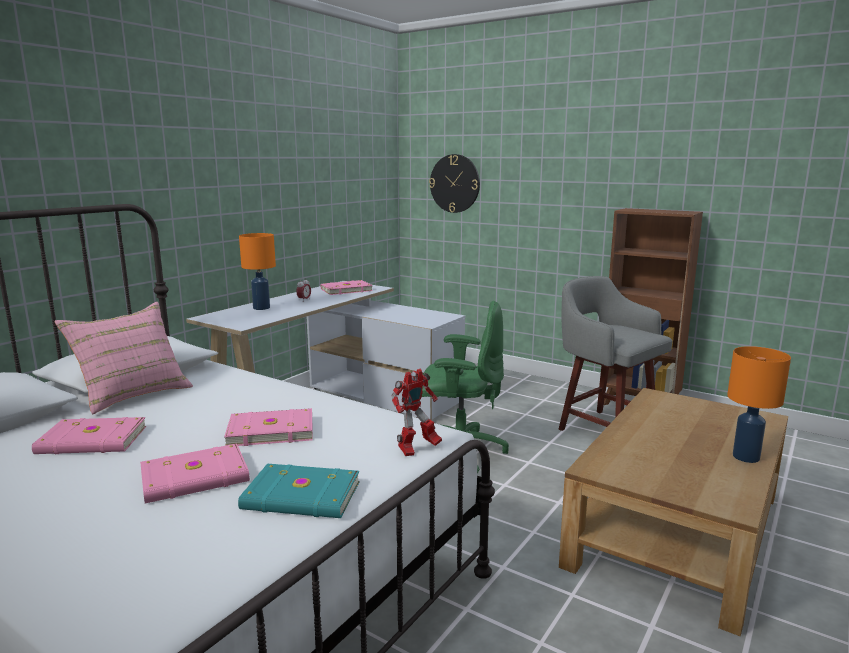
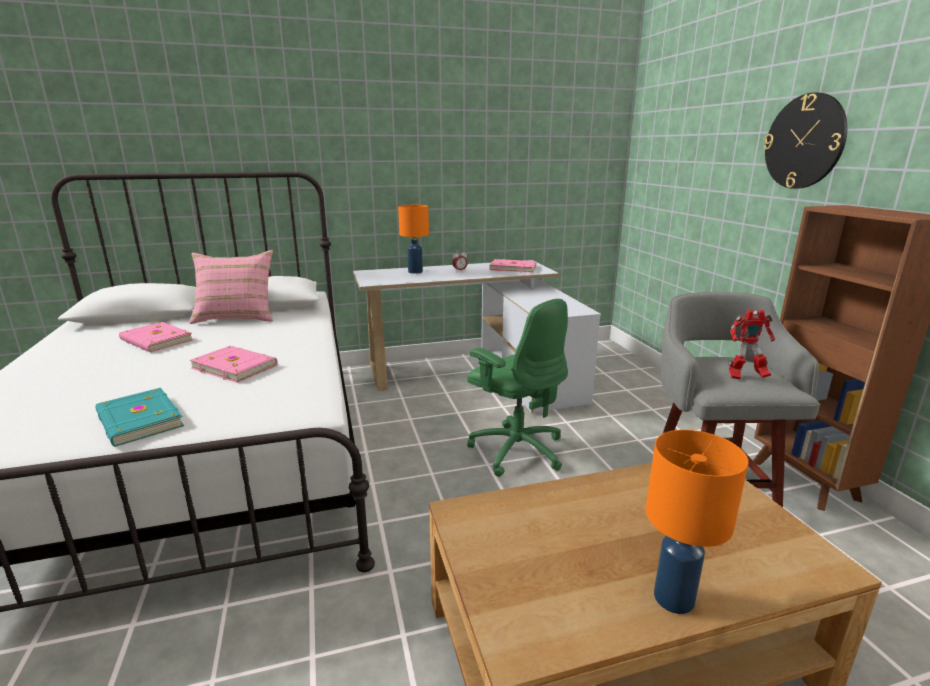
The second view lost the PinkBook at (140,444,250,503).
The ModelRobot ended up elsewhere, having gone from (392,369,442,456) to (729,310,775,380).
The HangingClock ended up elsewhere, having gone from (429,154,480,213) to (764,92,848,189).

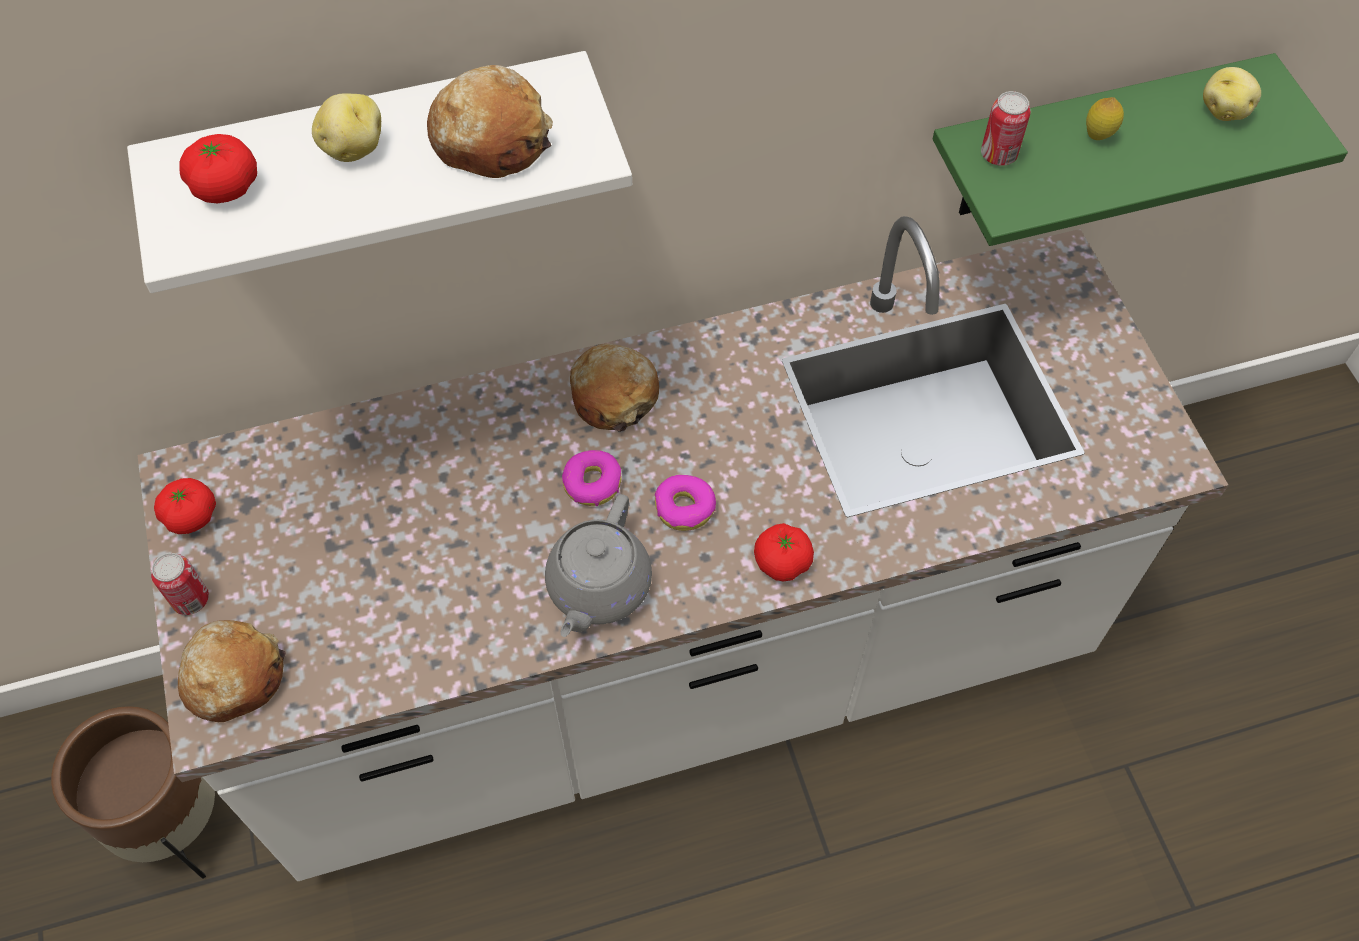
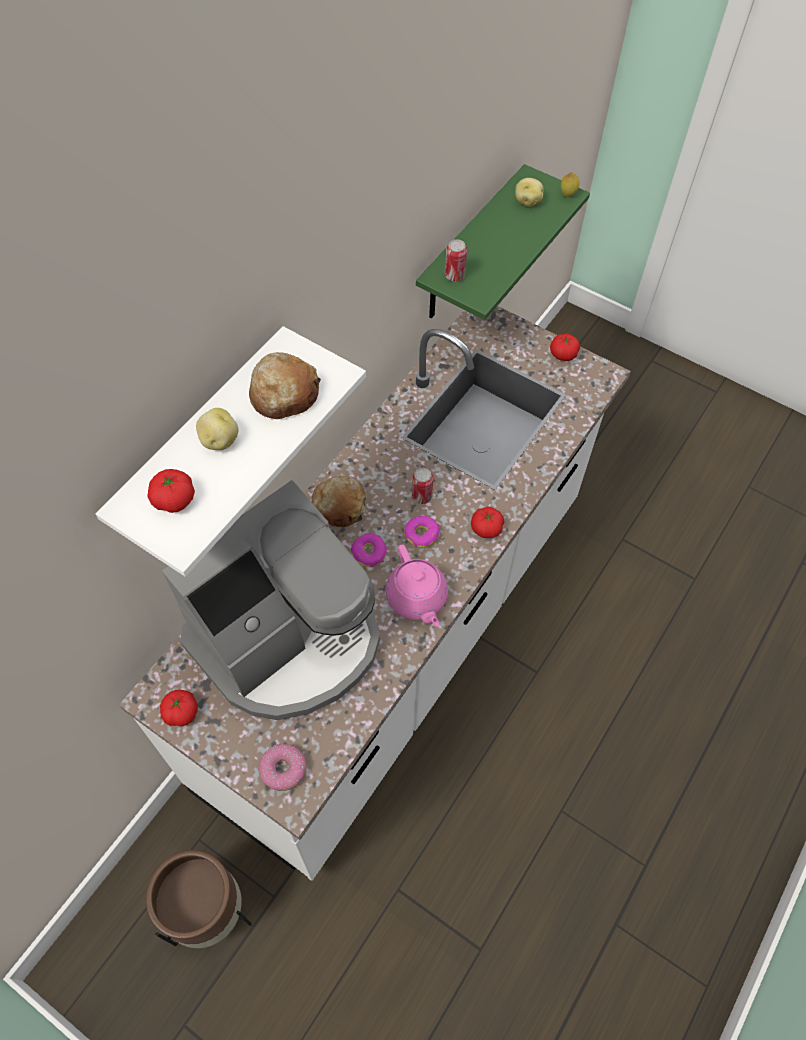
The Can ended up elsewhere, having gone from (151,553,209,615) to (412,468,433,504).
Where the Bread stood at (178,620,286,722), the RingDoughnut came to stand at (258,744,307,791).
What was the GreyPotForTea at (545,494,652,637) turned into the PinkPotForTea at (386,544,448,626).
The Lemon ended up elsewhere, having gone from (1086,97,1124,140) to (561,172,579,197).
The second view gained the CoffeeBrewer at (162,480,380,720).
The second view gained the WholeTomato at (550,334,580,361).

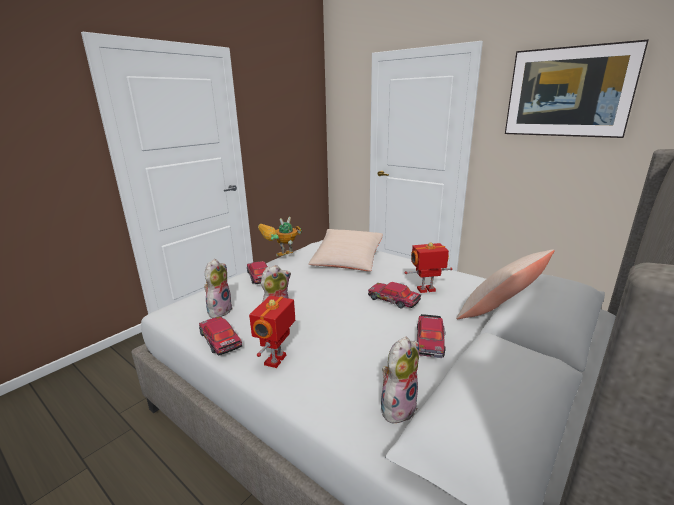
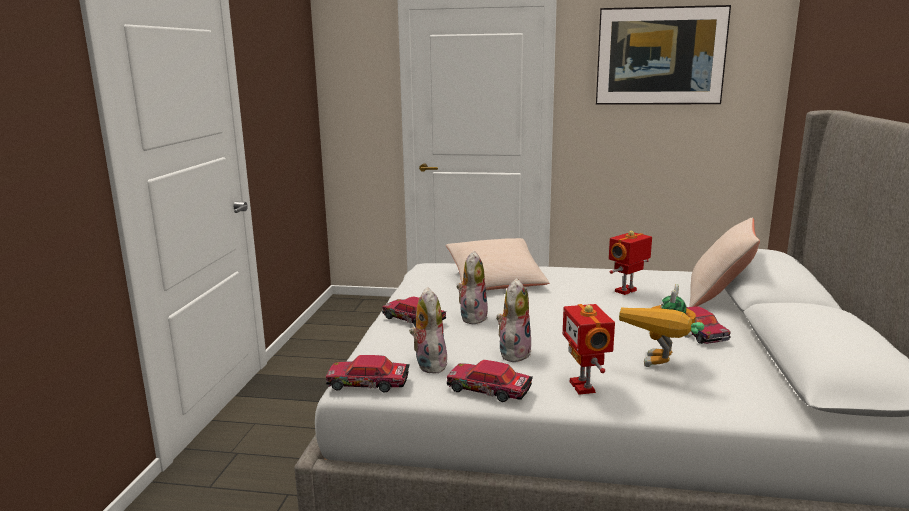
The ModelRobot ended up elsewhere, having gone from (258,217,302,256) to (619,284,704,367).
The ToyCar ended up elsewhere, having gone from (368,282,421,309) to (326,355,410,393).
The PlushToy ended up elsewhere, having gone from (381,336,419,423) to (456,251,488,324).

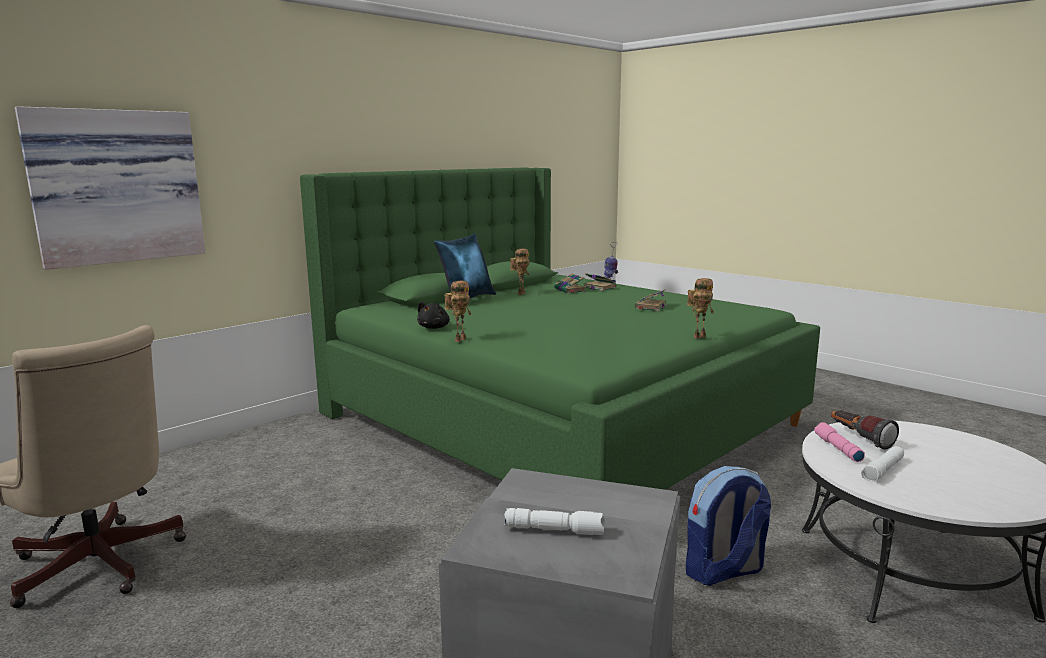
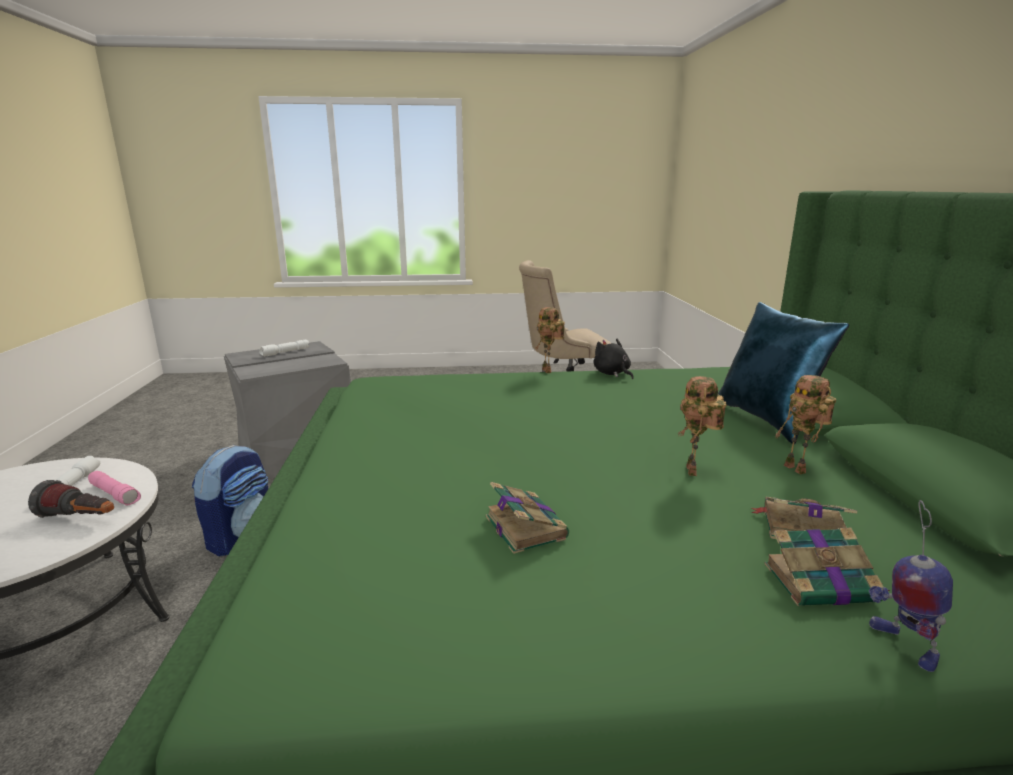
The second view lost the Picture at (15,106,205,270).
The ModelRobot ended up elsewhere, having gone from (687,278,714,339) to (678,376,727,476).

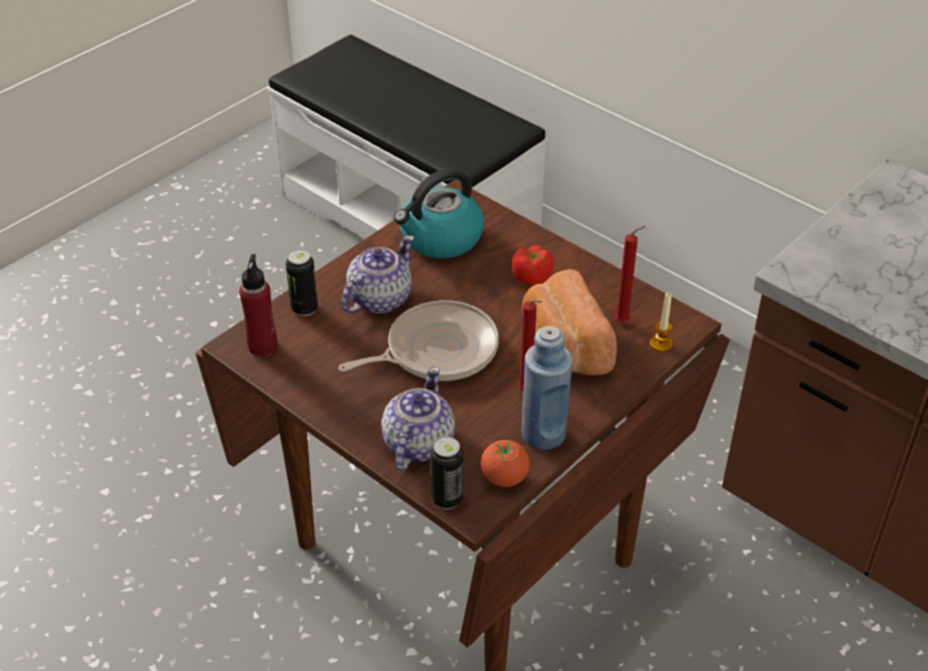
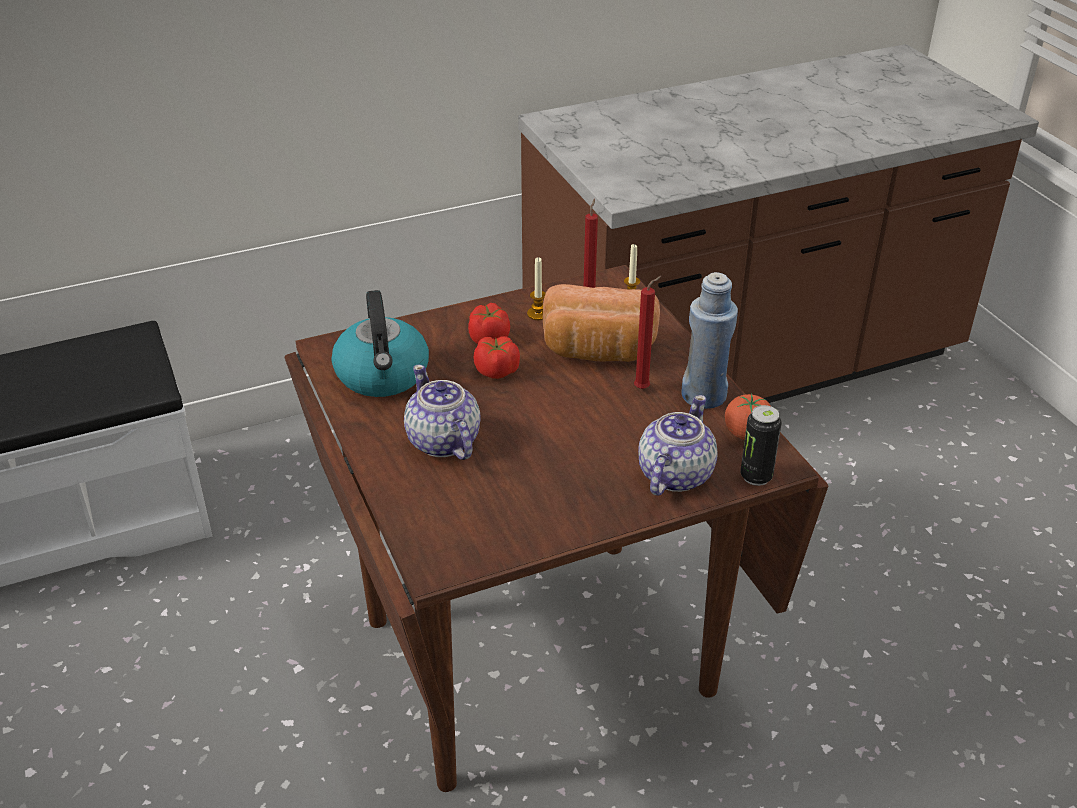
The second view lost the RedBeverageBottle at (239,254,277,357).
The second view lost the Can at (286,249,318,316).
The second view lost the Pan at (338,300,499,381).
The PotForTea at (381,366,455,471) ended up facing another way, 75 degrees clockwise from before.
The second view gained the WholeTomato at (473,336,520,379).
The second view gained the WaxCandle at (527,257,546,320).

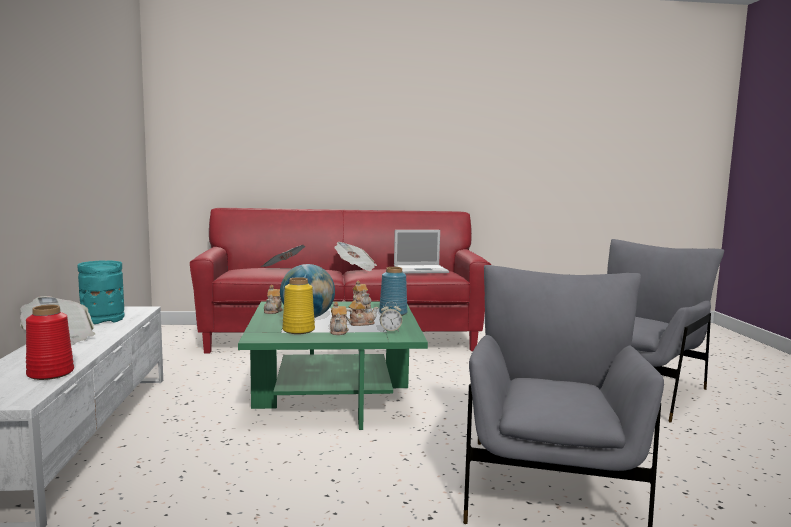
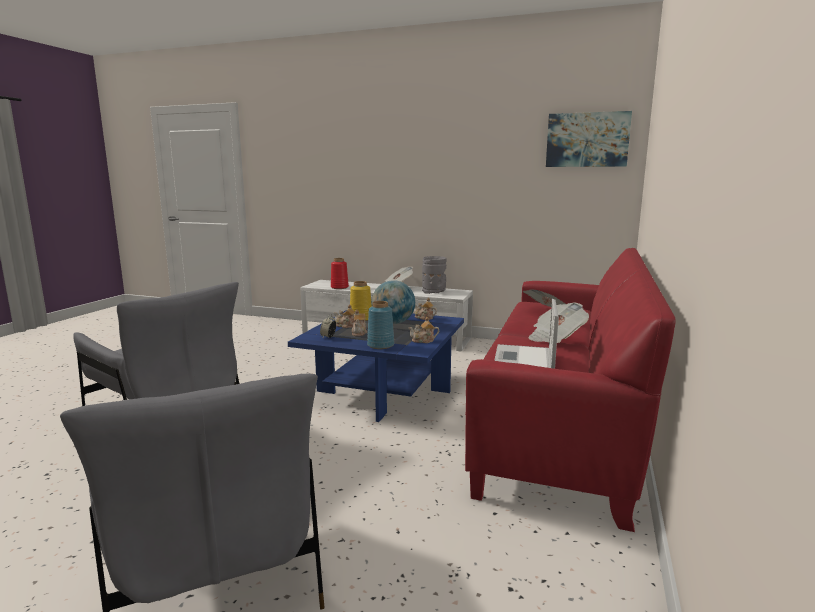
What was the TurquoiseColouredFlowerVase at (78,261,125,324) turned into the GreyFlowerVase at (422,256,447,294).
What was the GreenishCoffeeTable at (238,301,428,430) turned into the BlueCoffeeTable at (288,311,464,422).
The second view gained the Picture at (546,111,632,167).

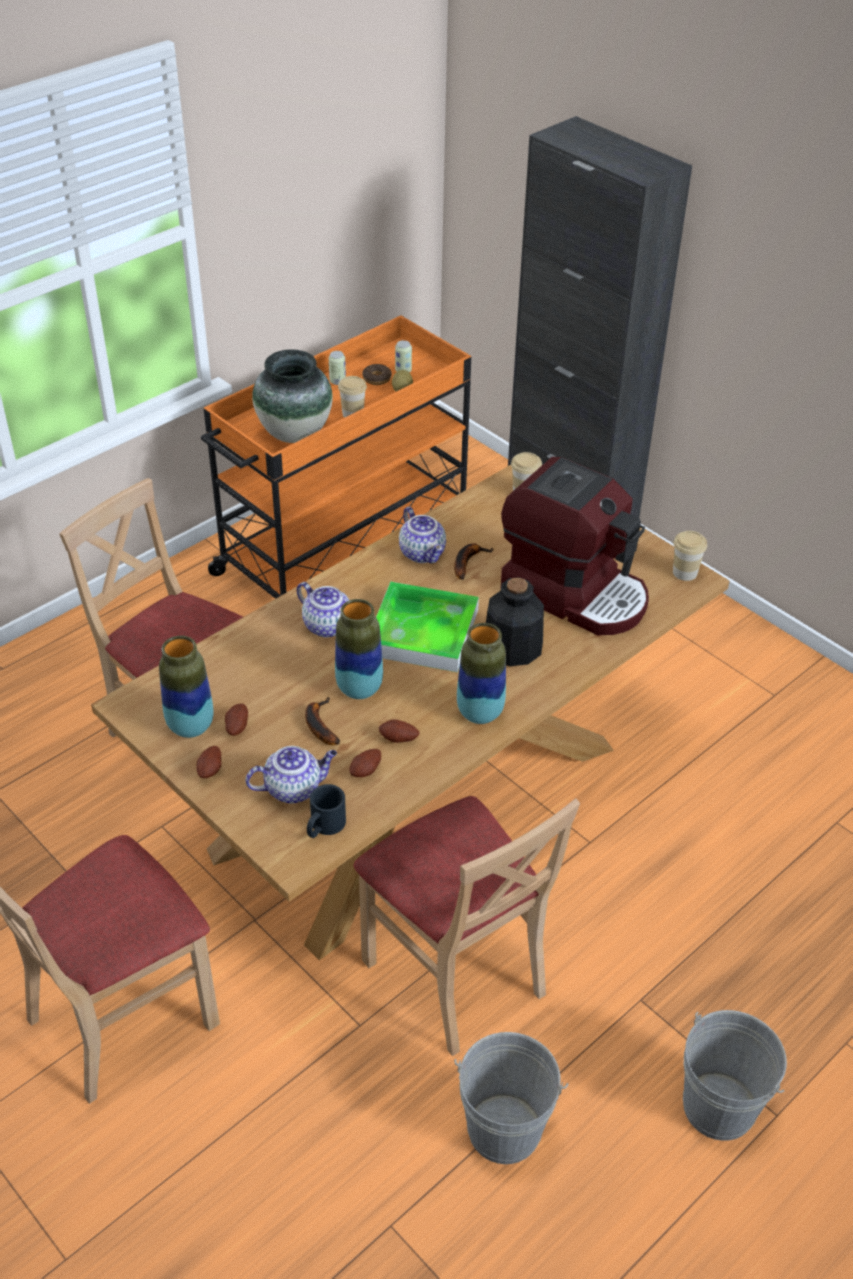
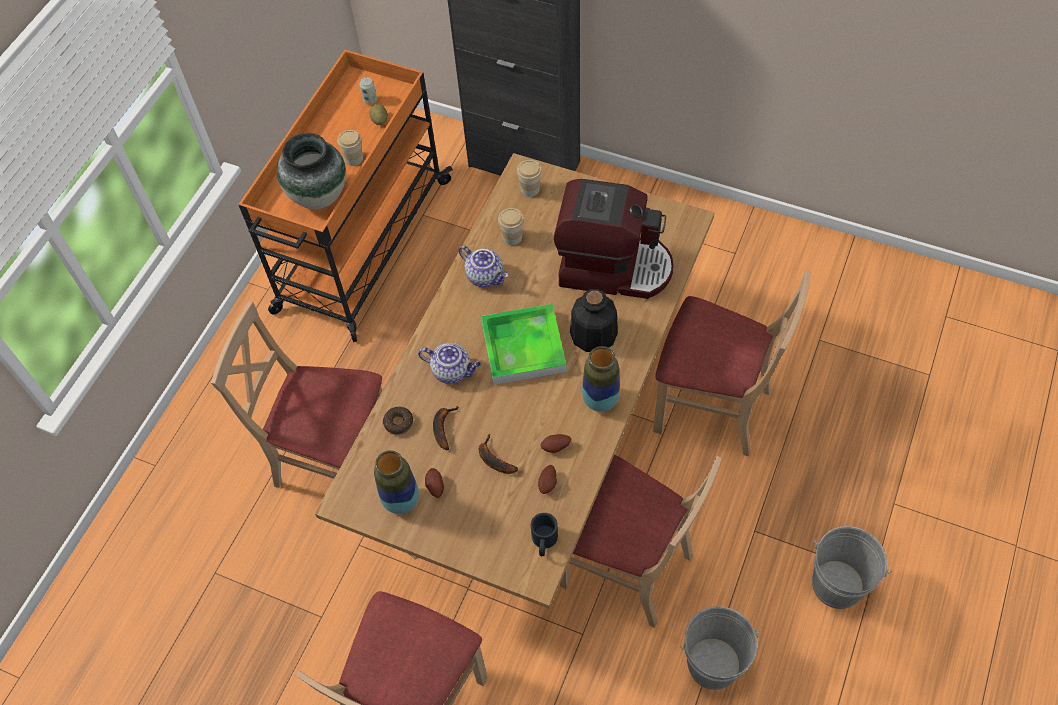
The second view lost the WholePotato at (196,746,222,778).
The second view lost the PotForTea at (246,746,337,804).
The second view lost the Can at (329,351,346,385).
The second view lost the FlowerVase at (335,599,383,699).
The RingDoughnut ended up elsewhere, having gone from (362,364,392,385) to (383,407,413,435).
The Banana ended up elsewhere, having gone from (454,543,493,580) to (433,406,459,450).
The DrinkingCup ended up elsewhere, having gone from (673,531,707,581) to (498,208,524,245).
The second view gained the BeigeColouredPlainChair at (653,270,811,456).

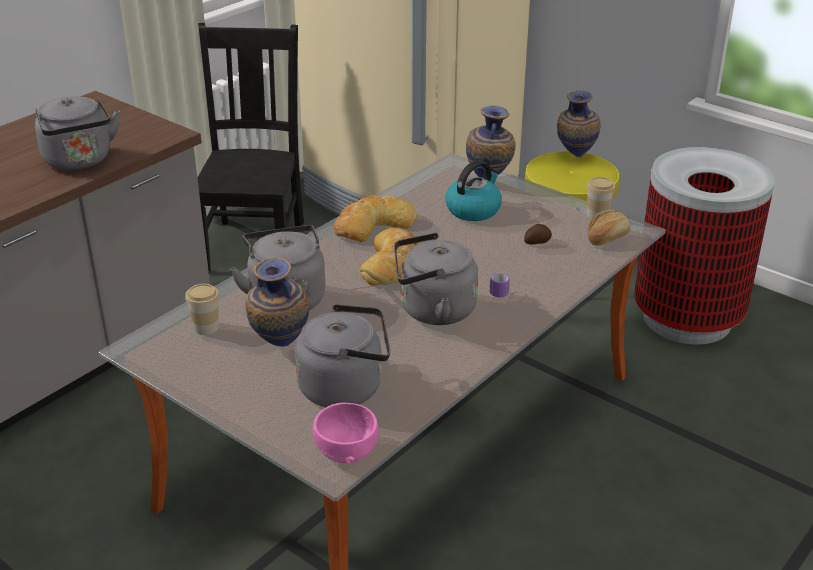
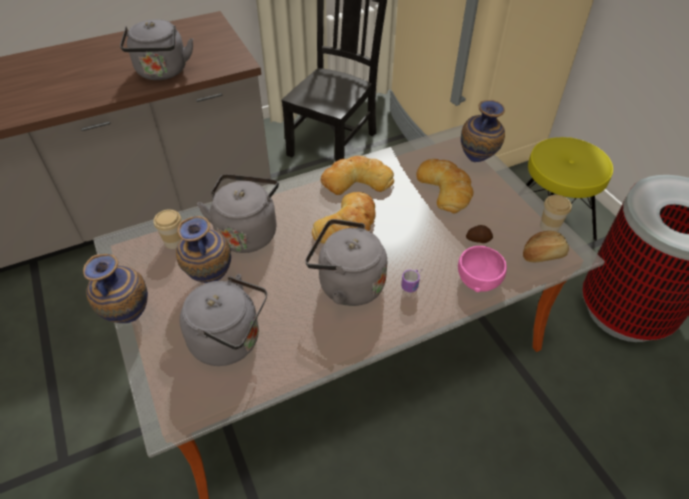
The PinkBowl ended up elsewhere, having gone from (313,403,379,464) to (458,246,507,292).
Where the WaterKettle stood at (445,160,502,221), the Bread came to stand at (417,159,473,213).
The FlowerVase ended up elsewhere, having gone from (557,91,601,157) to (83,254,148,323).

